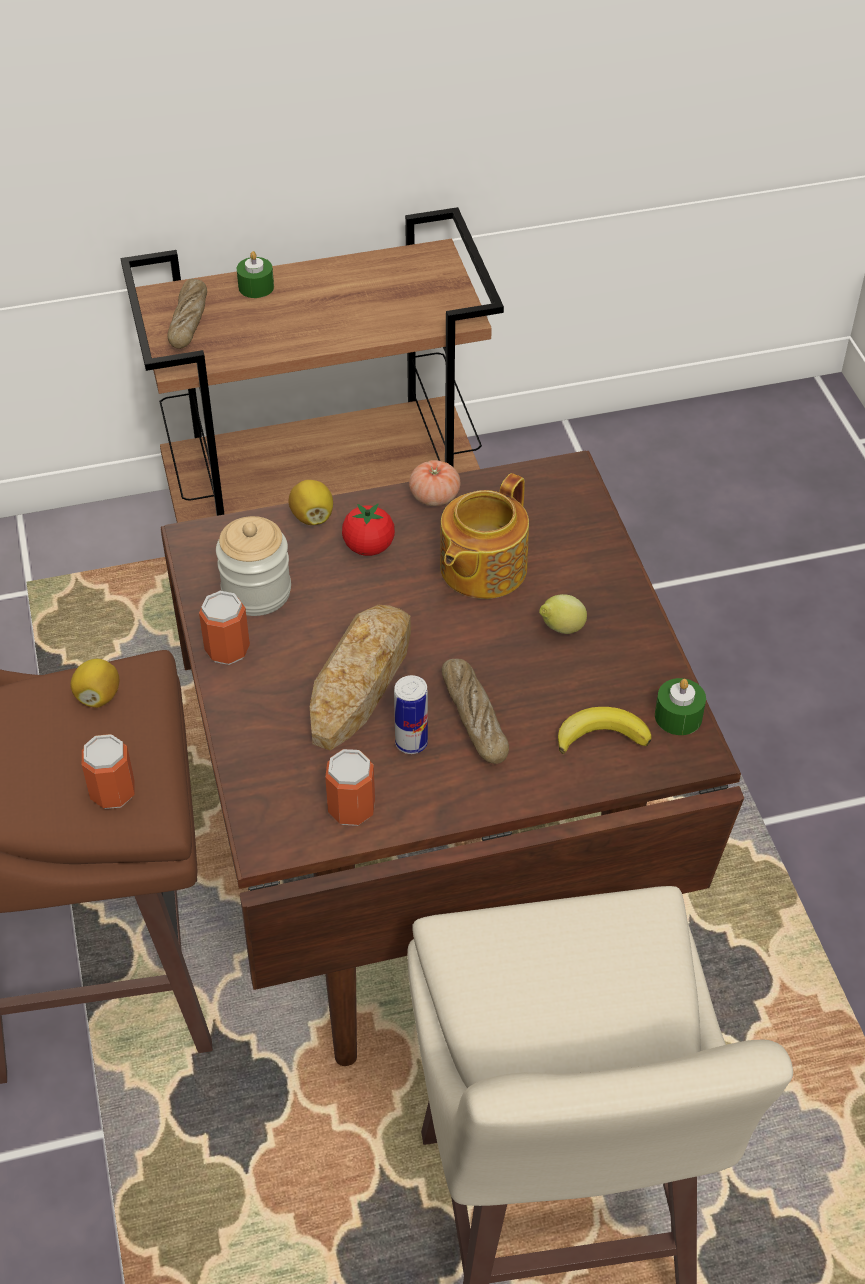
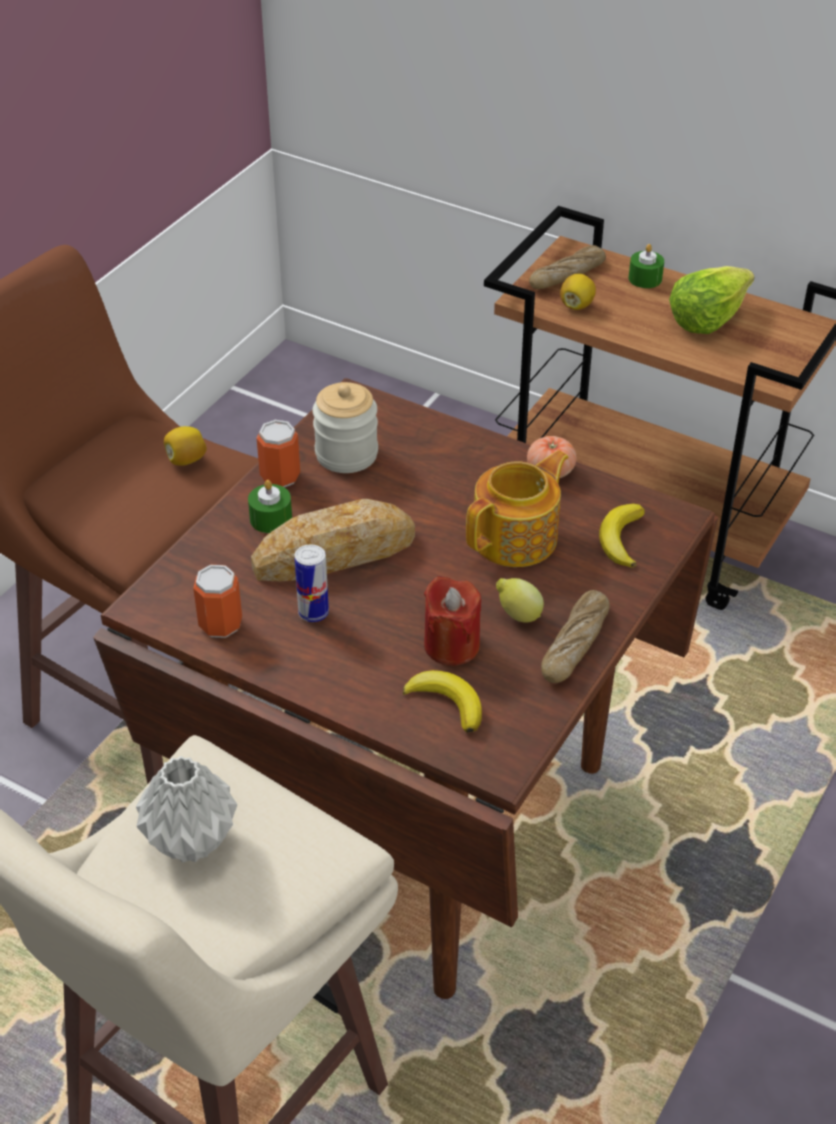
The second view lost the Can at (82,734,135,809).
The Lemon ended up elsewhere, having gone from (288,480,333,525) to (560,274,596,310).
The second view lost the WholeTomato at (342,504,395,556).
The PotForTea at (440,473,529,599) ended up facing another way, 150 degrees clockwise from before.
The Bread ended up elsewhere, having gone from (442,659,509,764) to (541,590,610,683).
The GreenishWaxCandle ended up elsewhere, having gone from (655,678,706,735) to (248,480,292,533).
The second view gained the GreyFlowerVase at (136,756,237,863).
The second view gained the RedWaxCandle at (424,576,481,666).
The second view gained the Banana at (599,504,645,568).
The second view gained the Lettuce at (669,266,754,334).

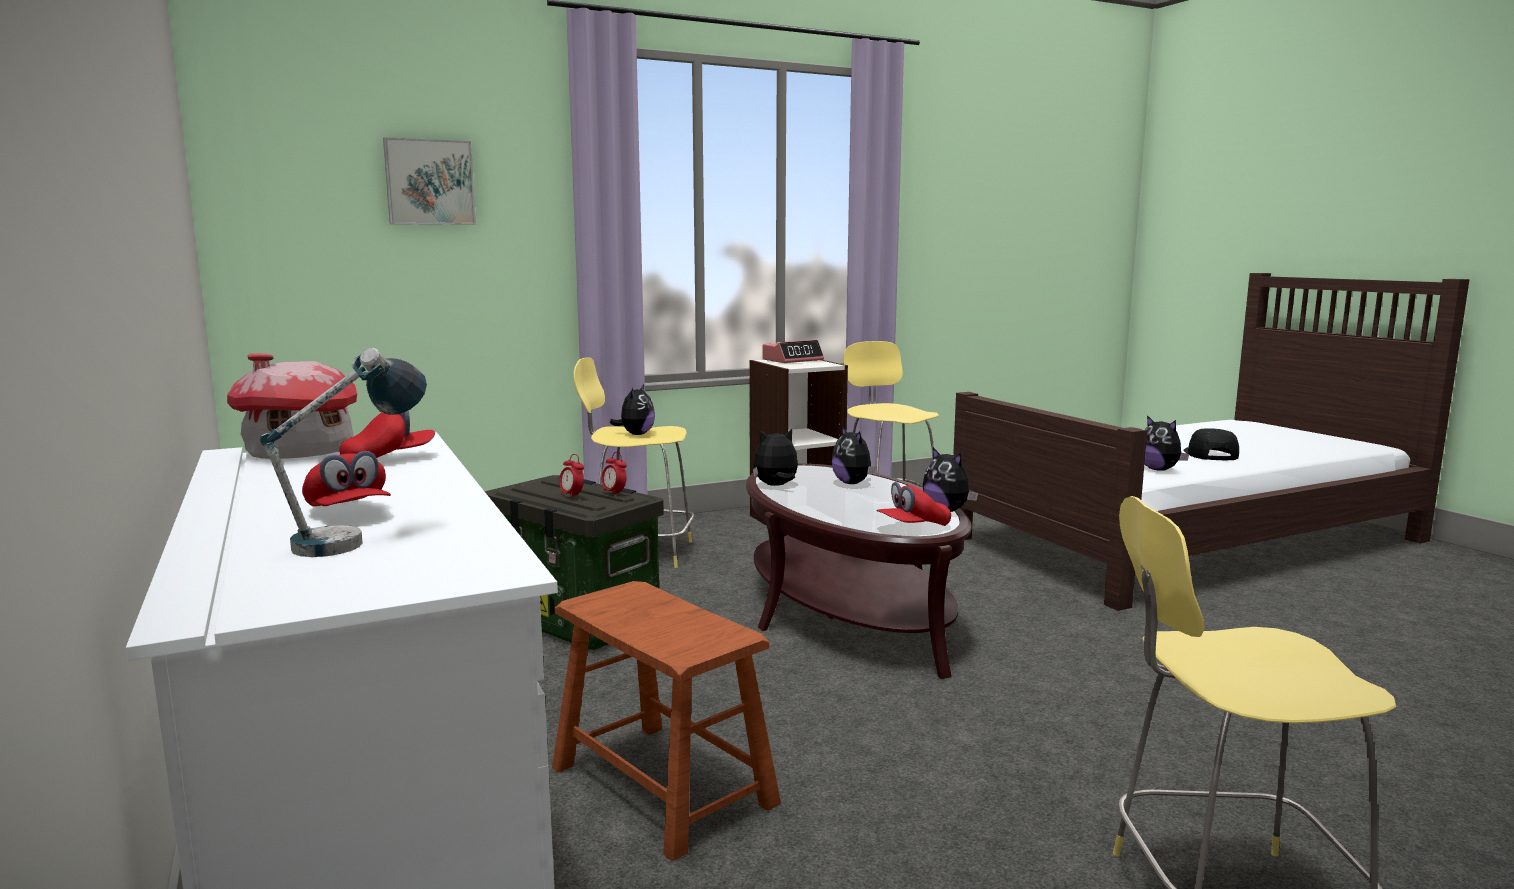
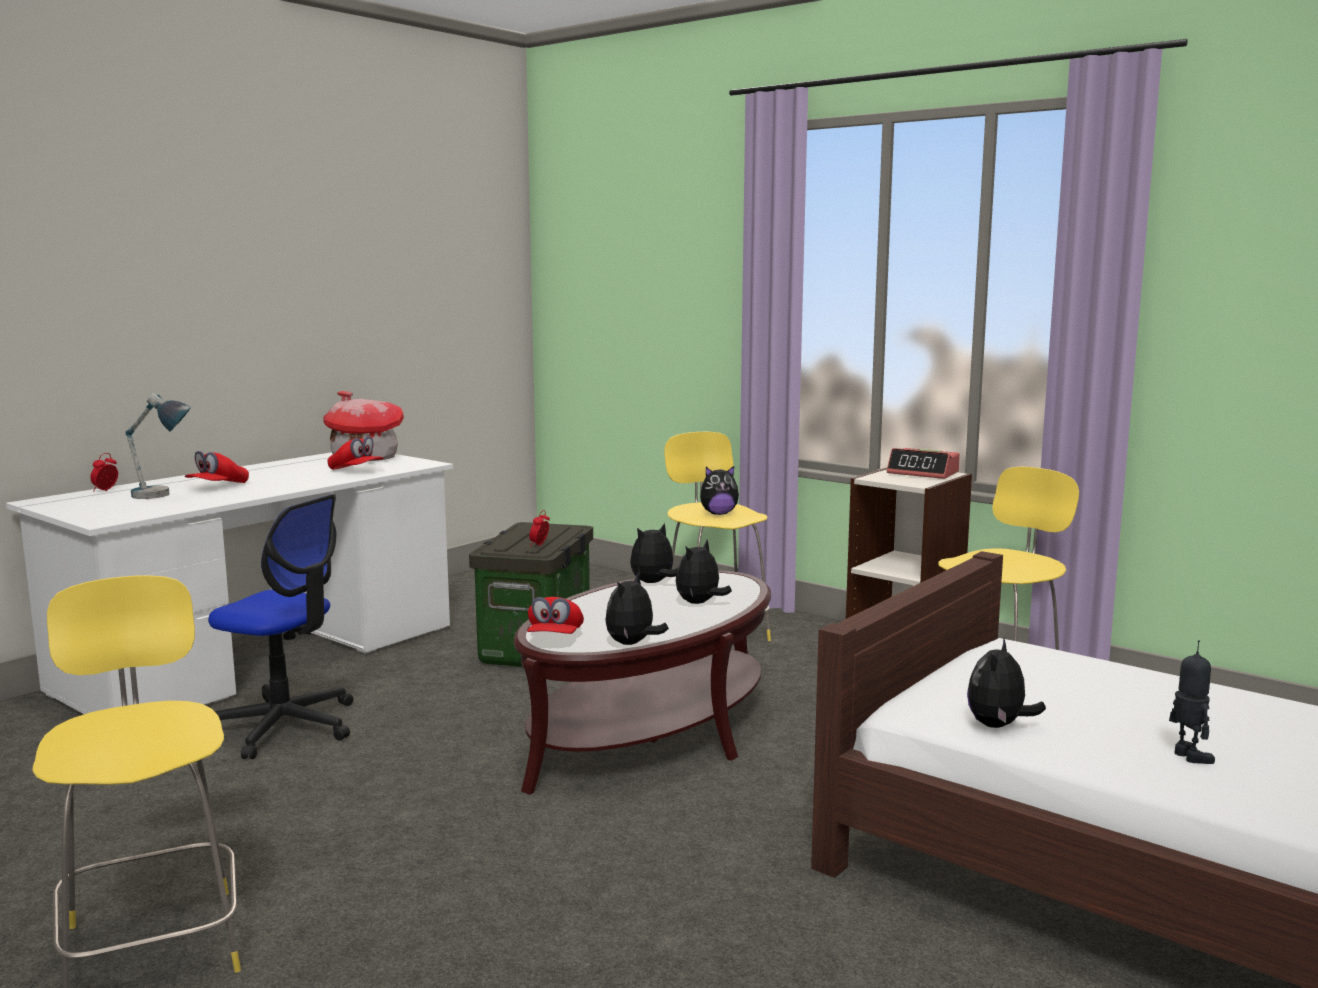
The second view lost the Picture at (383,137,476,225).
Where the BrownSittingStool stood at (552,581,781,861), the OfficeChair came to stand at (208,494,353,759).
The AlarmClock ended up elsewhere, having gone from (559,454,584,499) to (90,453,118,491).
The PlushToy at (753,429,798,486) ended up facing another way, 90 degrees counterclockwise from before.
The RedBaseballCap at (876,482,951,526) ended up facing another way, 120 degrees counterclockwise from before.
Where the BlackishBaseballCap stood at (1183,428,1239,460), the ModelRobot came to stand at (1169,640,1215,764).

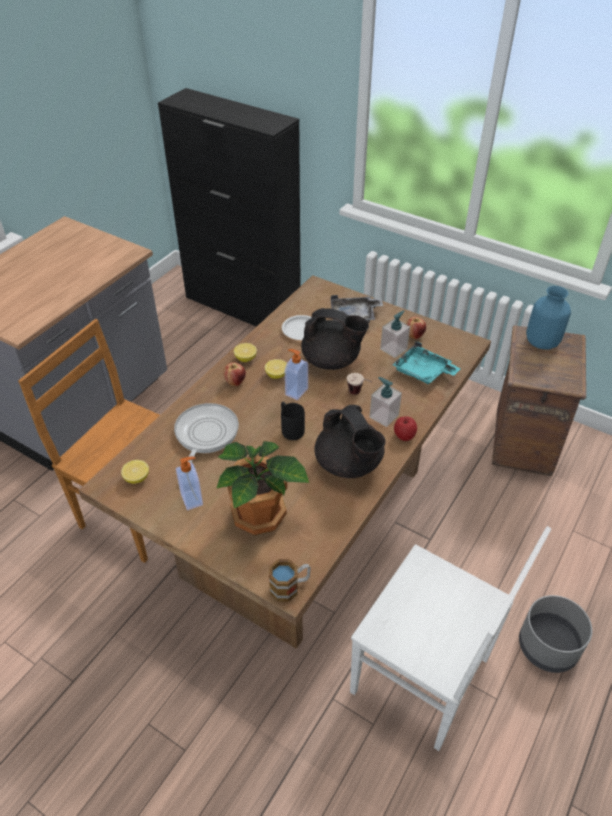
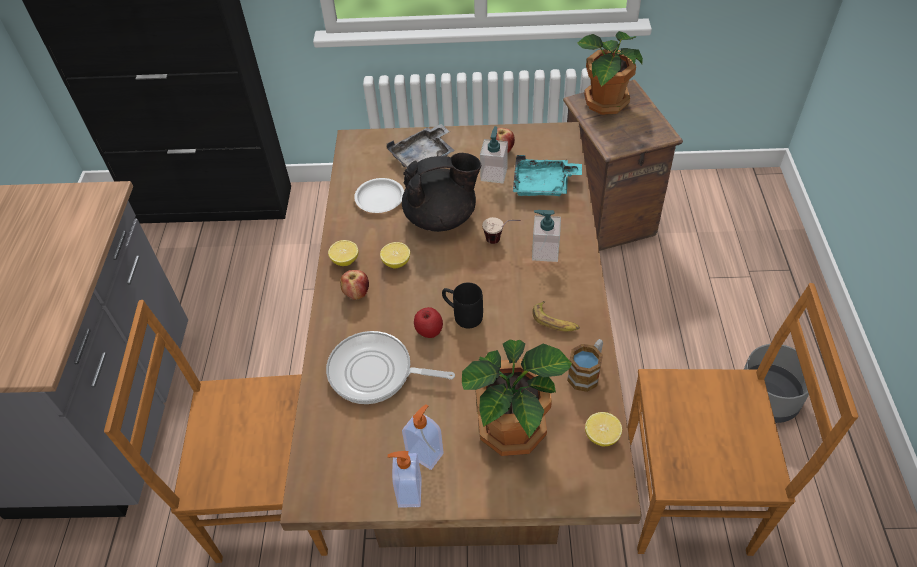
The Lemon ended up elsewhere, having gone from (121,460,149,484) to (585,412,622,446).
The Pan at (174,403,239,463) ended up facing another way, 60 degrees counterclockwise from before.
The TeaMug ended up elsewhere, having gone from (269,559,311,602) to (567,339,603,392).
The SoapDispenser ended up elsewhere, having gone from (285,349,308,400) to (388,451,422,508).
Where the BlackishPotForTea stood at (314,405,386,478), the Banana came to stand at (532,301,580,331).
What was the WhitePlainChair at (350,526,551,751) turned into the BrownPlainChair at (628,283,858,556).
The Apple ended up elsewhere, having gone from (394,416,417,441) to (414,307,443,338).
Where the BlueFlowerVase stood at (526,286,571,350), the PlantInAPot came to stand at (578,31,643,115).

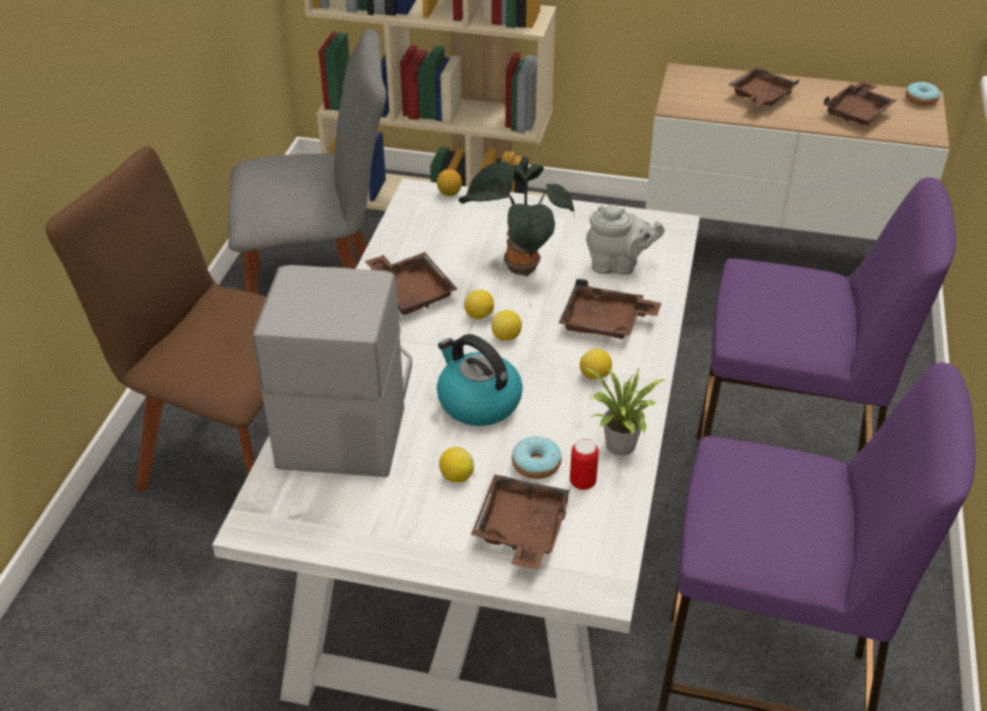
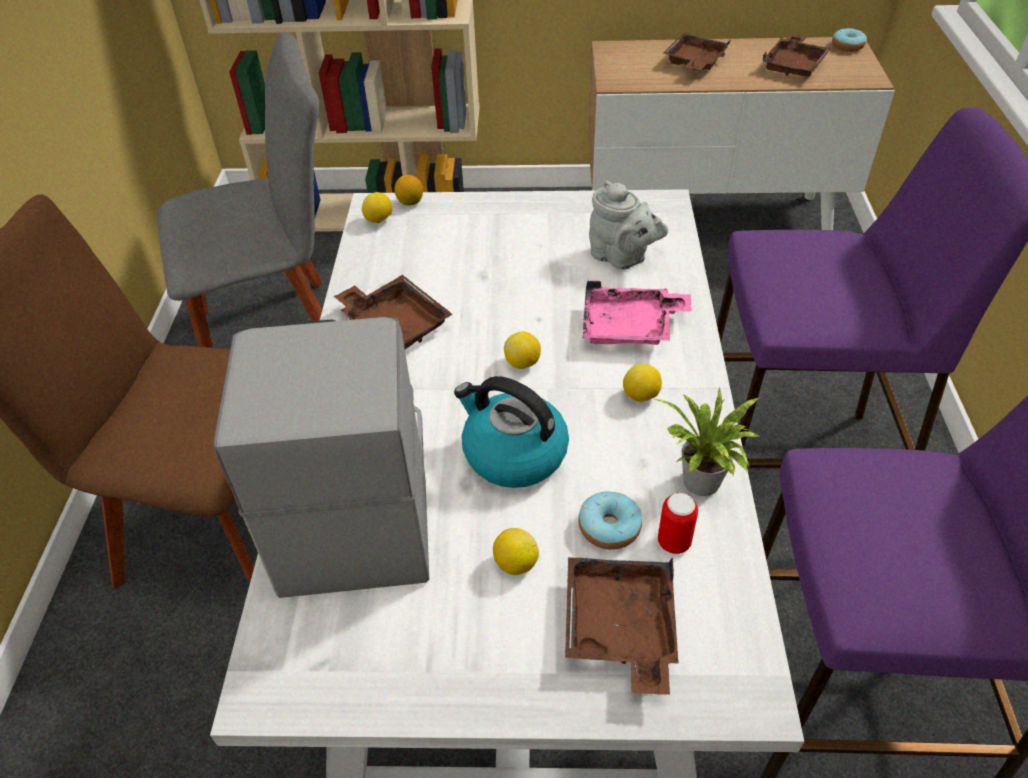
The second view lost the PlantInAPot at (459,162,575,277).
The Lemon ended up elsewhere, having gone from (464,290,494,319) to (362,192,392,223).
What was the BrownCarryingTray at (559,279,661,339) turned into the PinkCarryingTray at (583,280,692,345).
The GreyPotForTea at (586,205,665,275) ended up facing another way, 45 degrees clockwise from before.

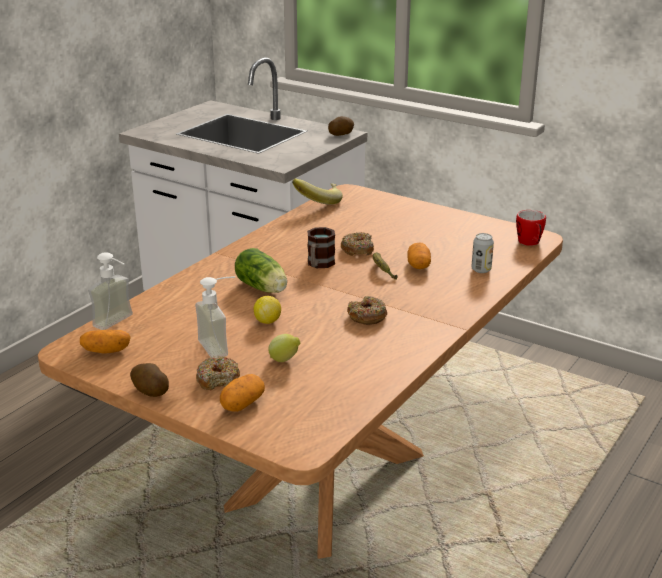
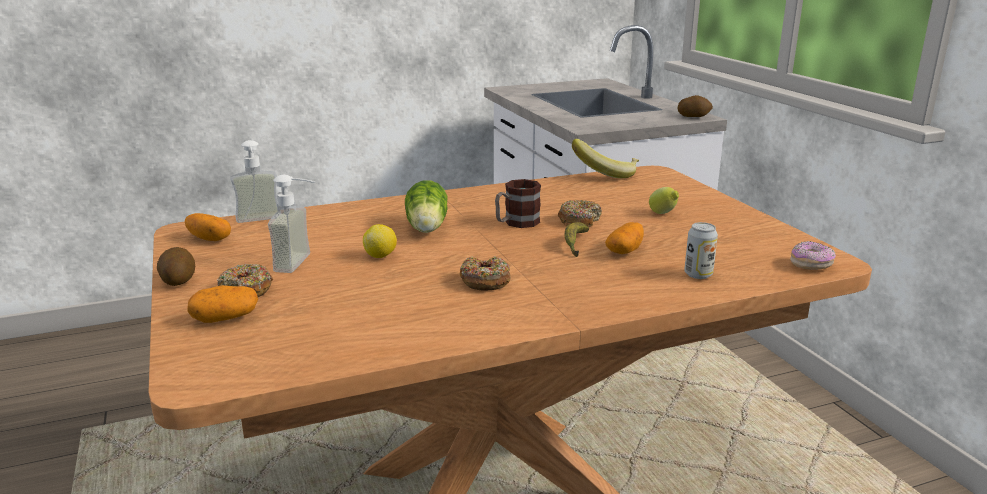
The Lemon ended up elsewhere, having gone from (268,334,301,362) to (649,187,679,214).
Where the TeaMug stood at (516,210,546,246), the RingDoughnut came to stand at (790,241,836,270).

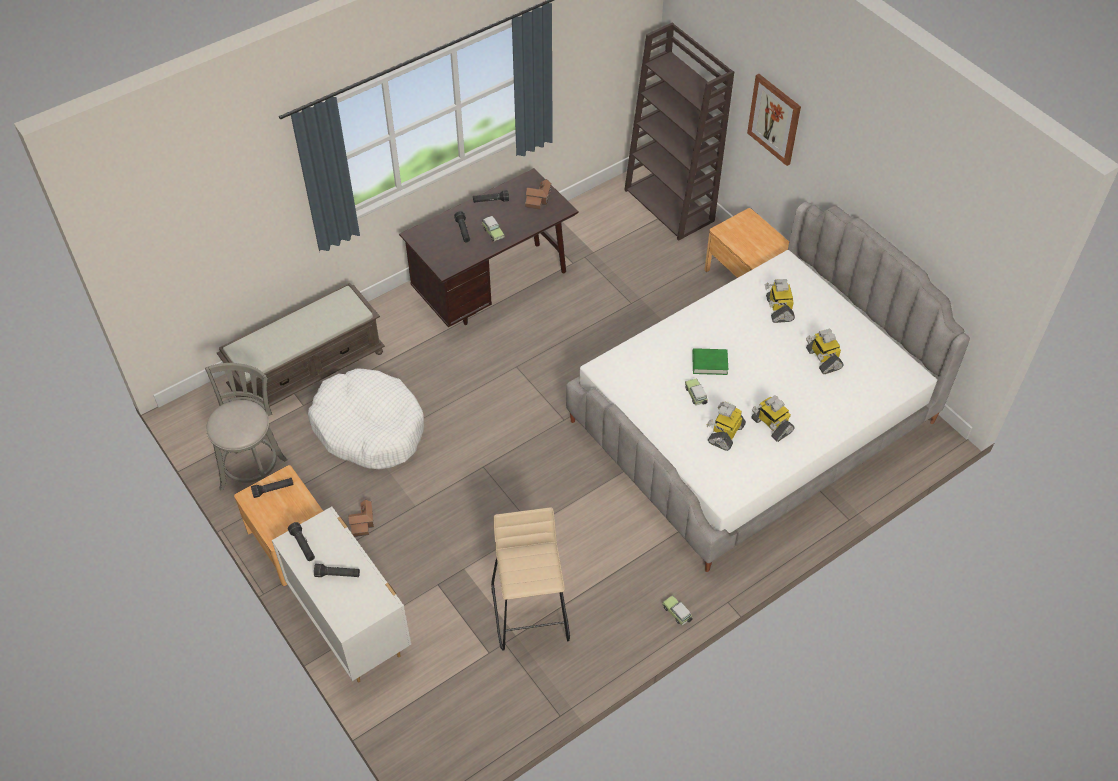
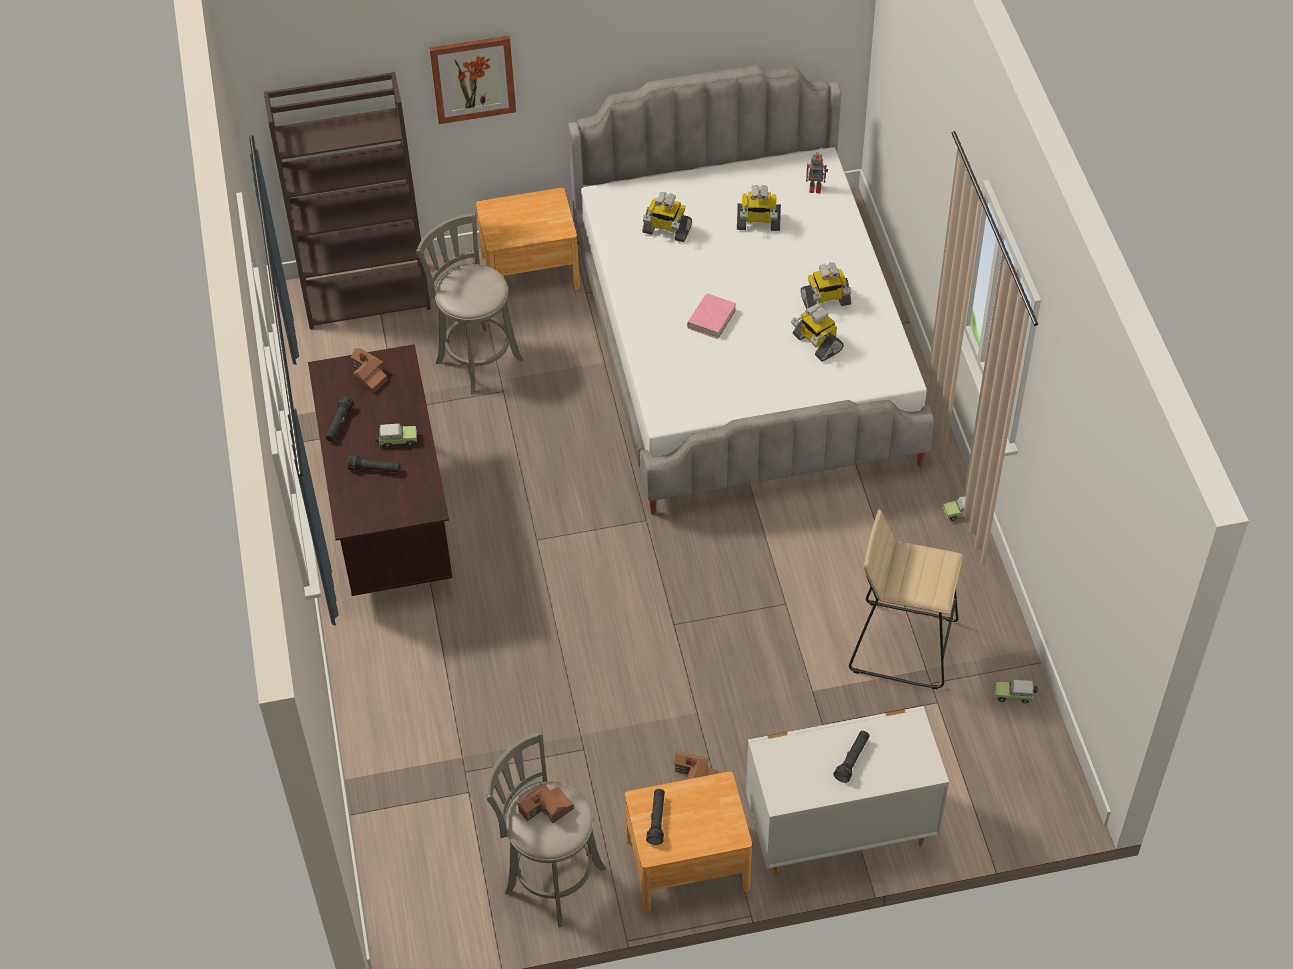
The second view lost the BrownLongSeat at (217,283,385,406).
The second view lost the BlackishHandTorch at (288,522,315,561).
The second view lost the WhiteDogCushion at (308,369,424,470).
The ToyCar ended up elsewhere, having gone from (685,378,708,406) to (995,680,1037,703).
What was the GreenishBook at (692,348,728,375) turned into the PinkBook at (687,293,736,339).
The second view gained the GreySittingStool at (416,213,523,394).
The second view gained the MiniatureHouse at (516,783,574,823).
The second view gained the ModelRobot at (806,152,828,193).

